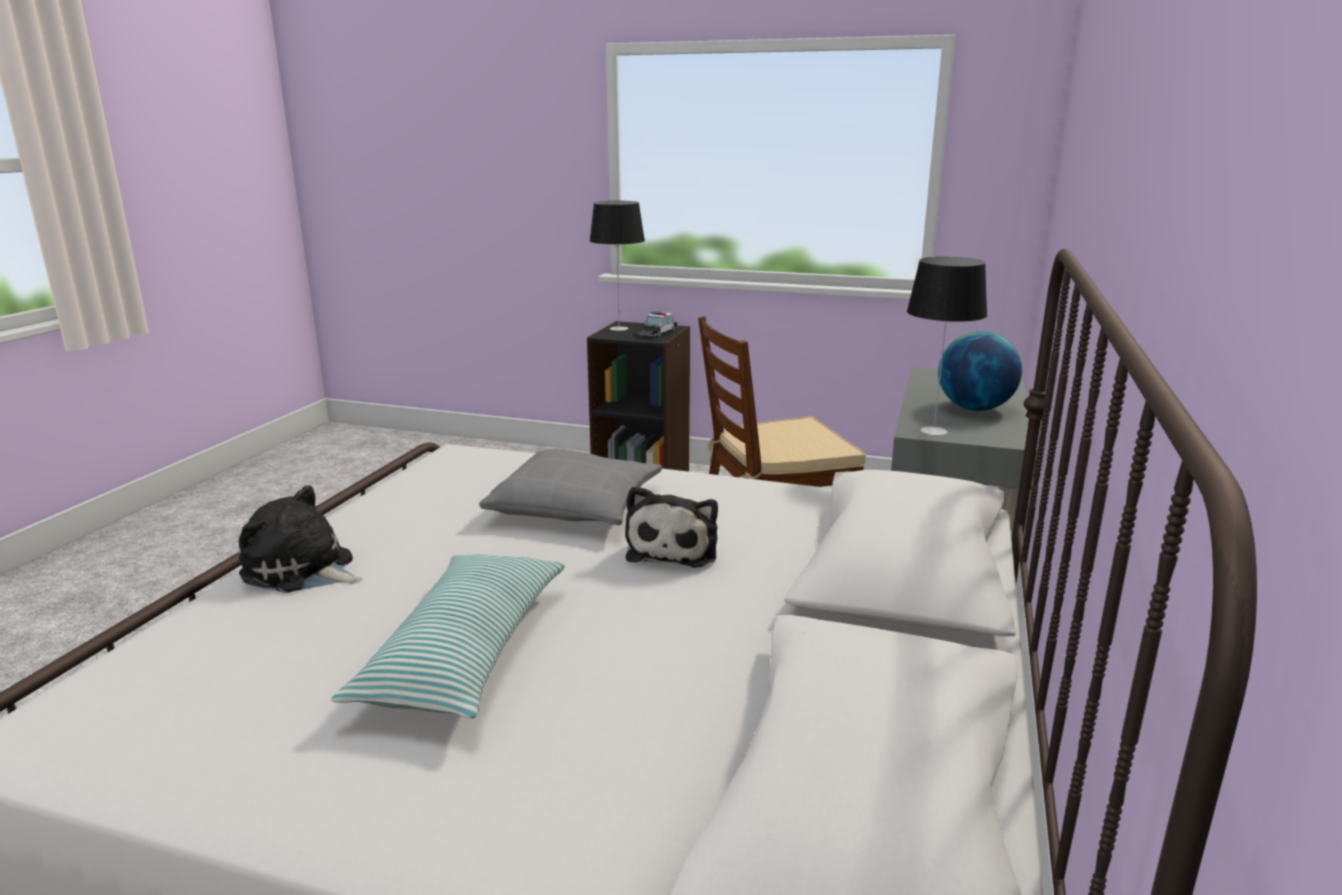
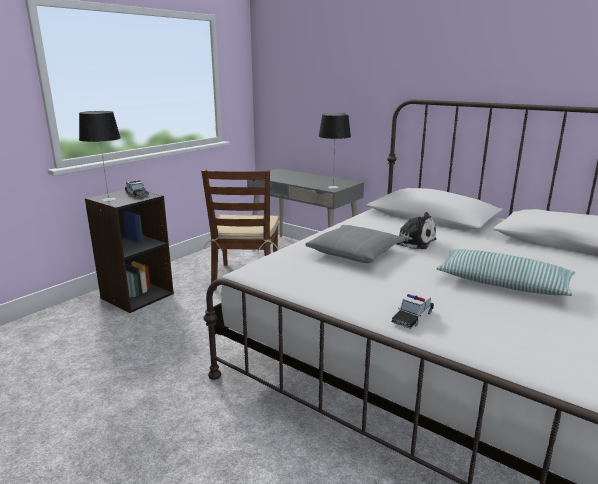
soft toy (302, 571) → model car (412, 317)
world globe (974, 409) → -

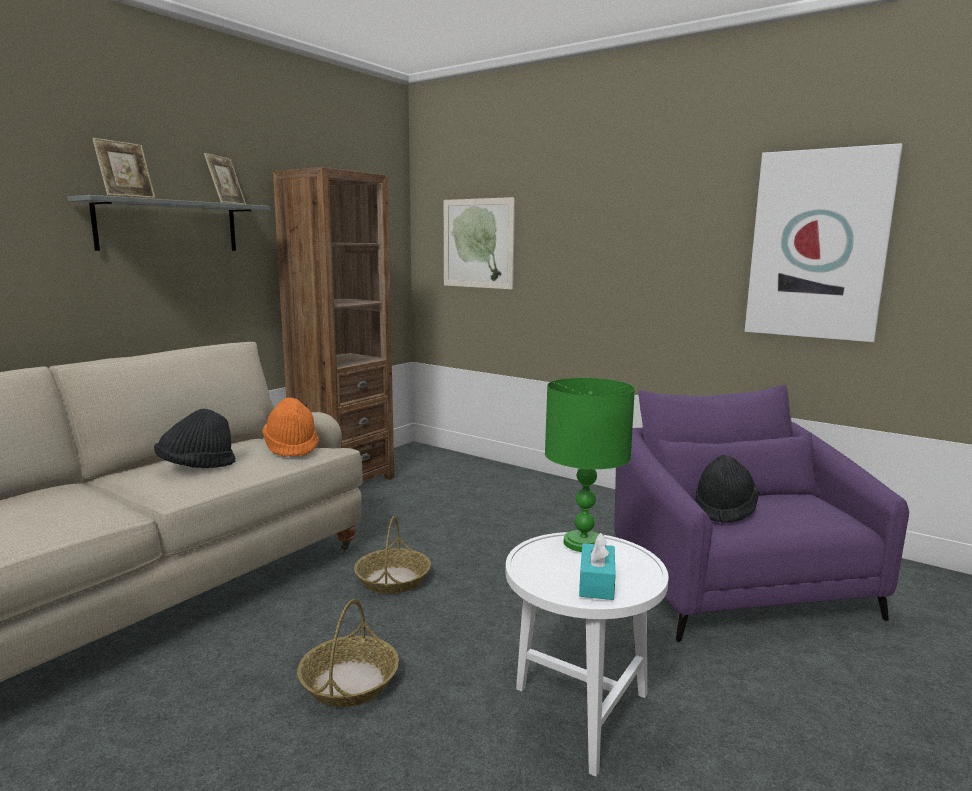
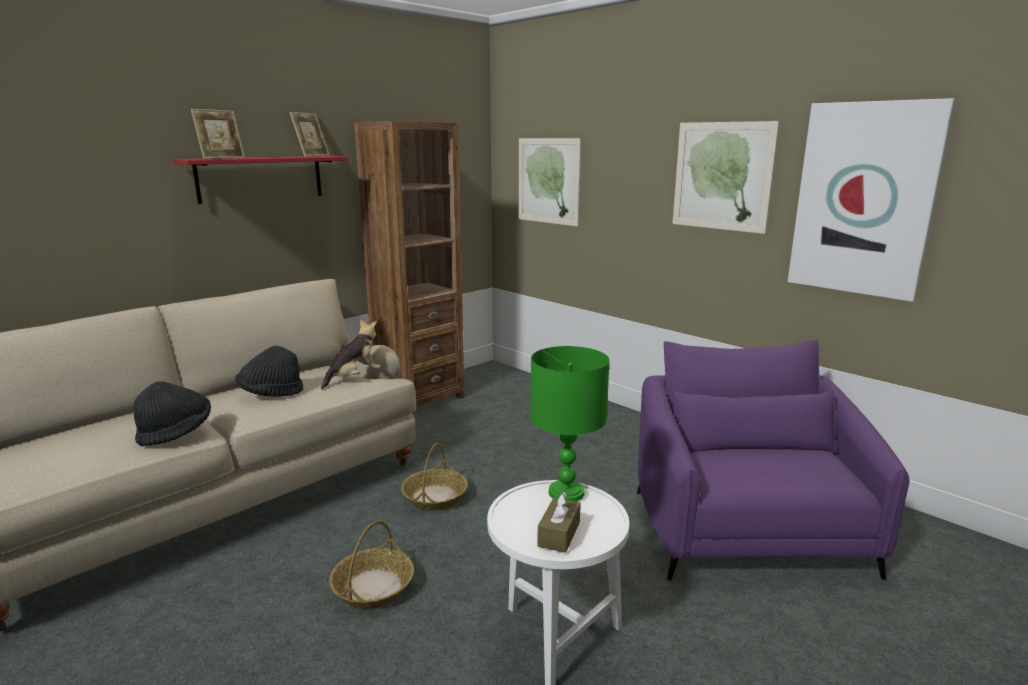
black-coloured hat (724, 510) → black-coloured hat (176, 433), relocated
gray wall shelf (168, 226) → red wall shelf (261, 178)
orange hat (292, 448) → soft toy (354, 378)
turquoise box of tissues (596, 582) → brown box of tissues (559, 534)
- → wall art (722, 176)

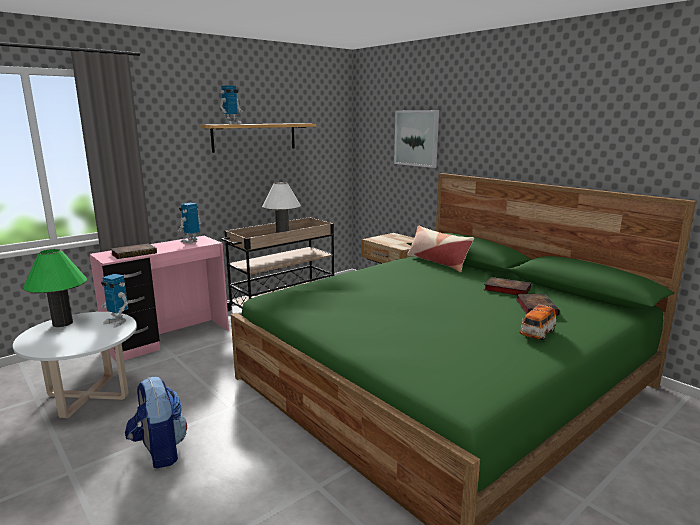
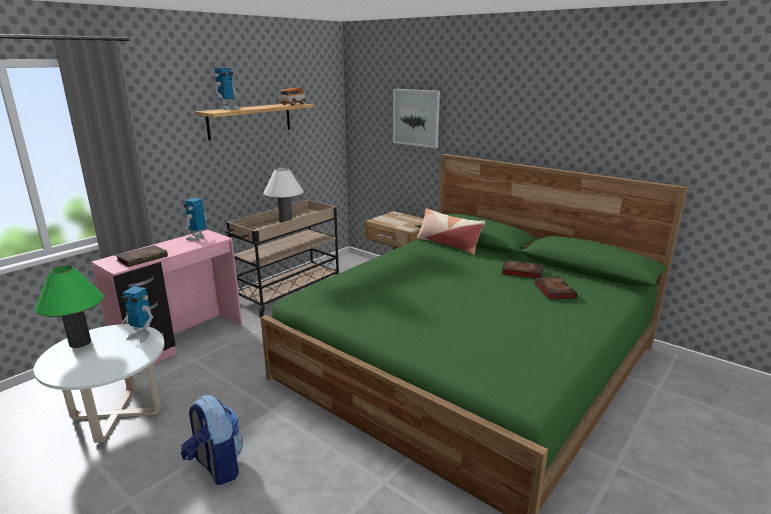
model car (537, 334) → model car (292, 104), relocated

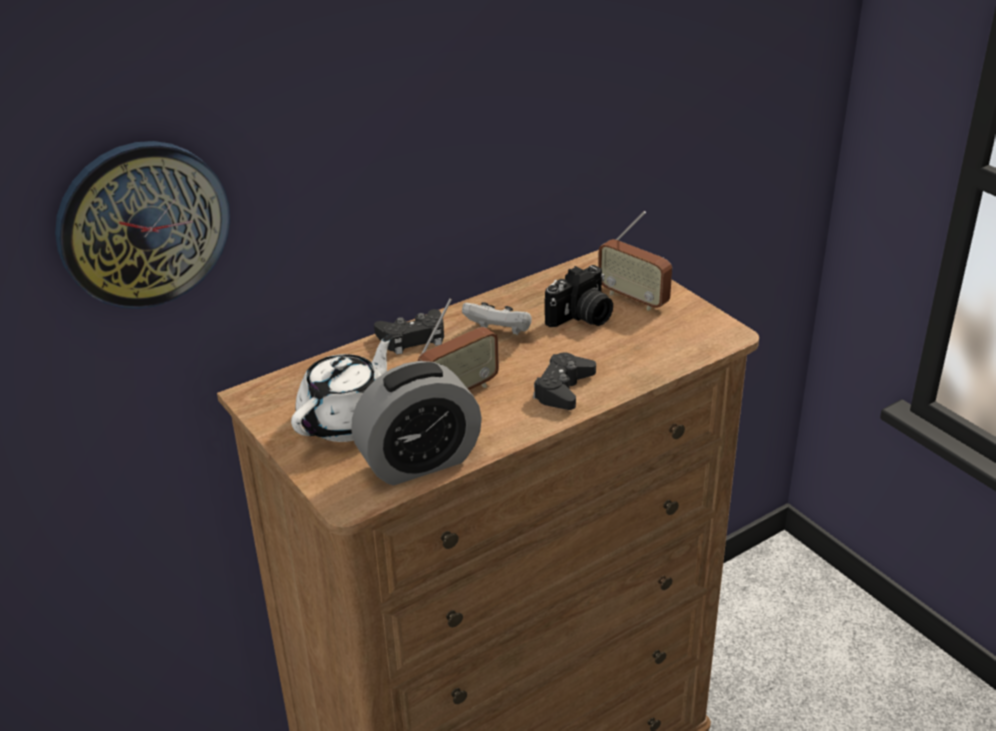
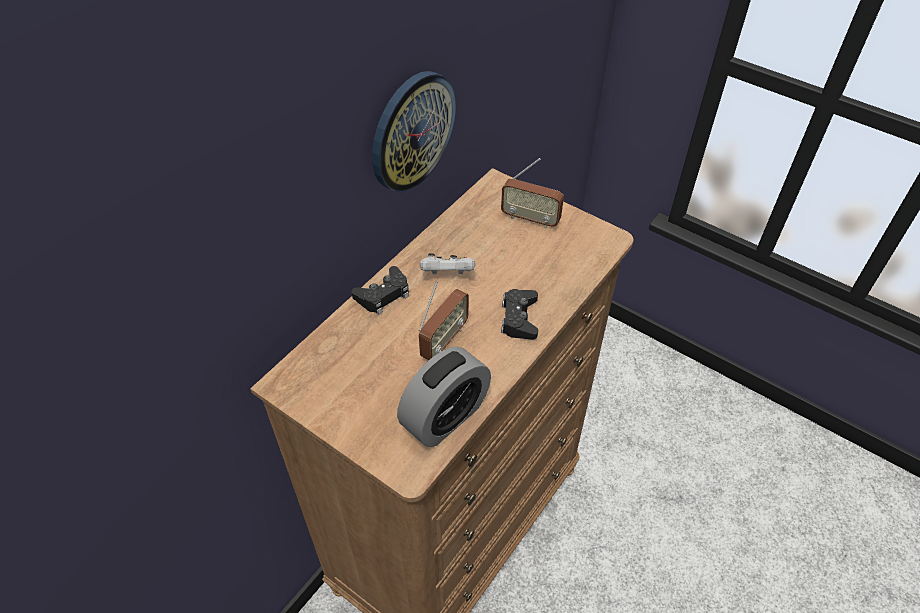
hanging clock (143, 224) → hanging clock (412, 131), relocated
white pot for tea (348, 420) → -
photo camera (582, 318) → -

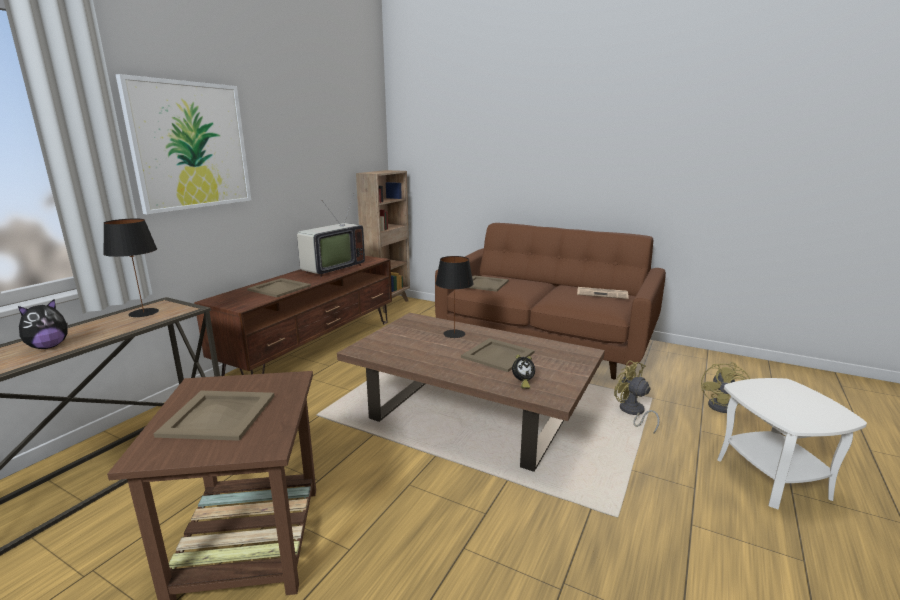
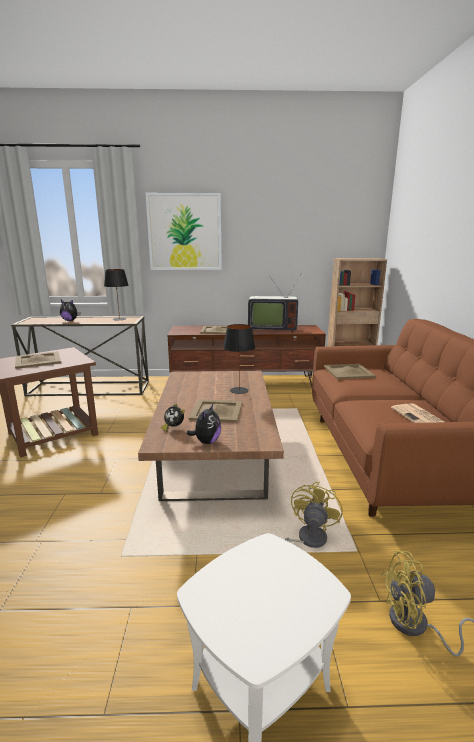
- → soft toy (206, 441)

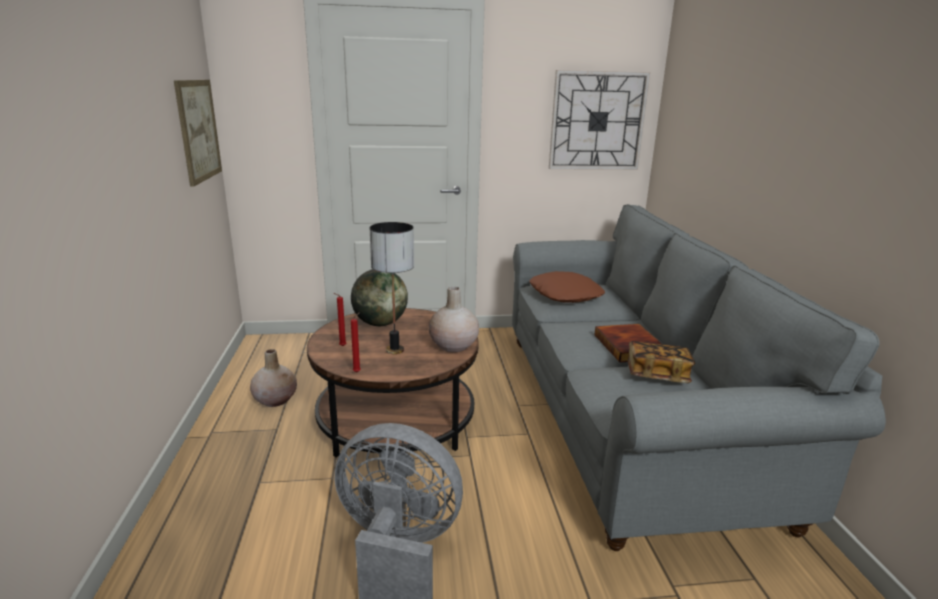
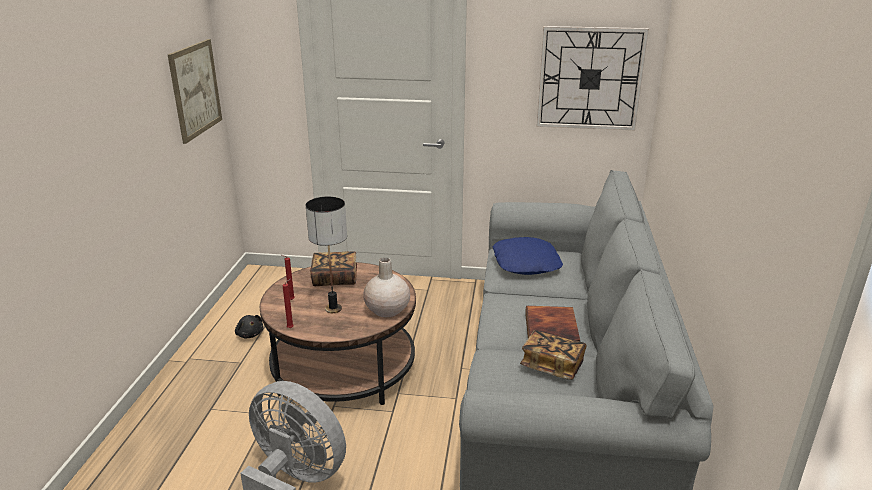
beige-coloured vase (275, 400) → black-coloured soft toy (249, 334)
world globe (380, 323) → bound book (335, 279)
brown throw pillow (565, 294) → blue throw pillow (526, 263)

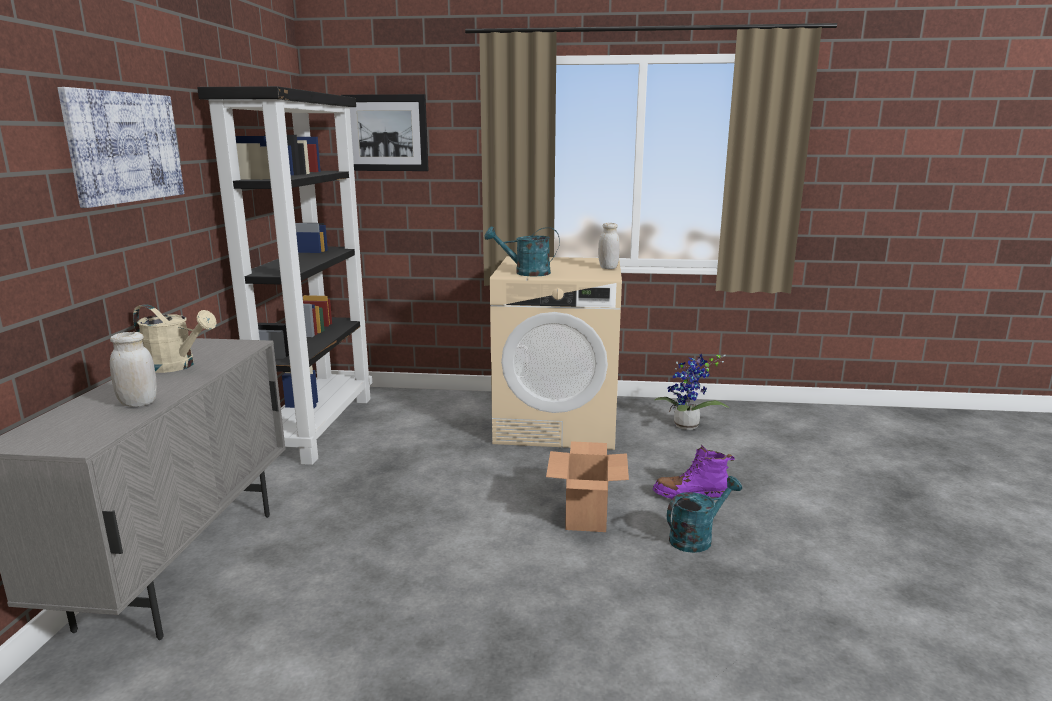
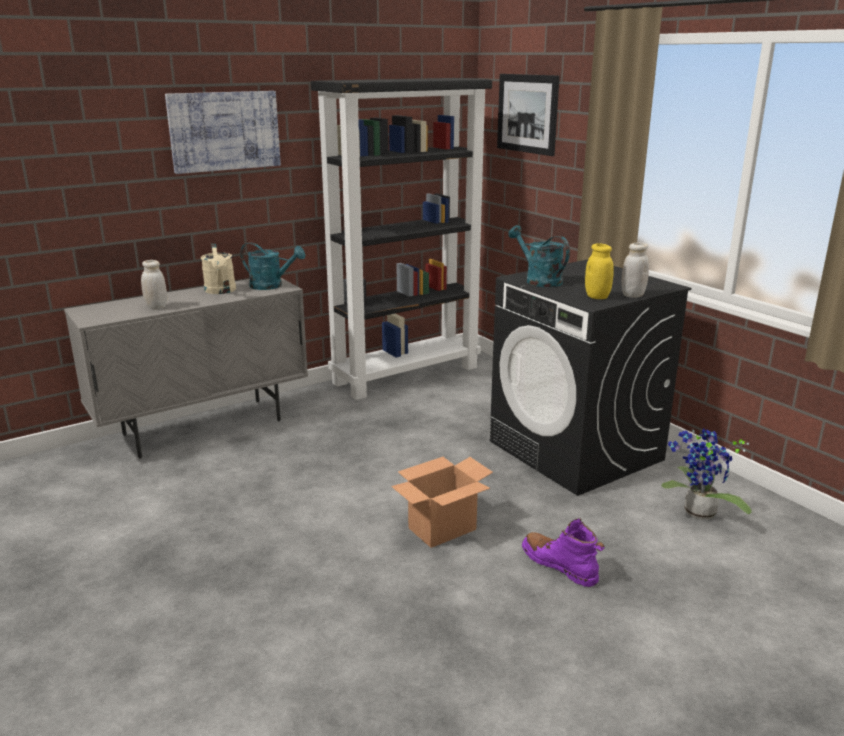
turquoise watering pot (696, 538) → turquoise watering pot (272, 286), relocated
beige-coloured washing machine (557, 424) → black-coloured washing machine (576, 451)
- → yellow jar (597, 297)

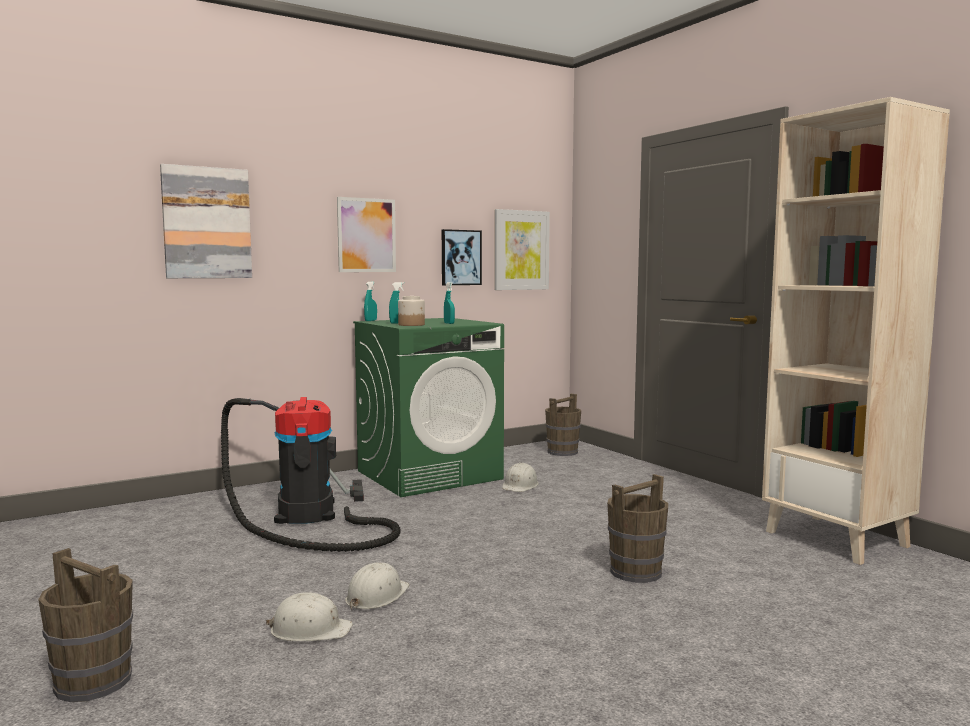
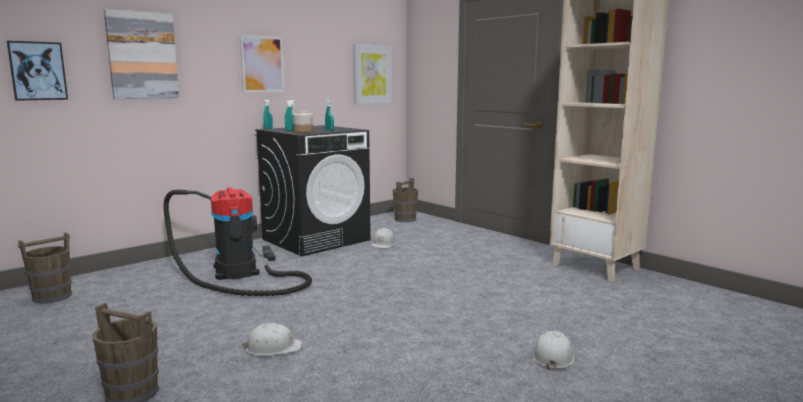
wall art (460, 257) → wall art (37, 71), relocated
brown bucket (635, 572) → brown bucket (52, 297), relocated
green-coloured washing machine (429, 475) → black-coloured washing machine (316, 239)
white work helmet (376, 596) → white work helmet (553, 356), relocated

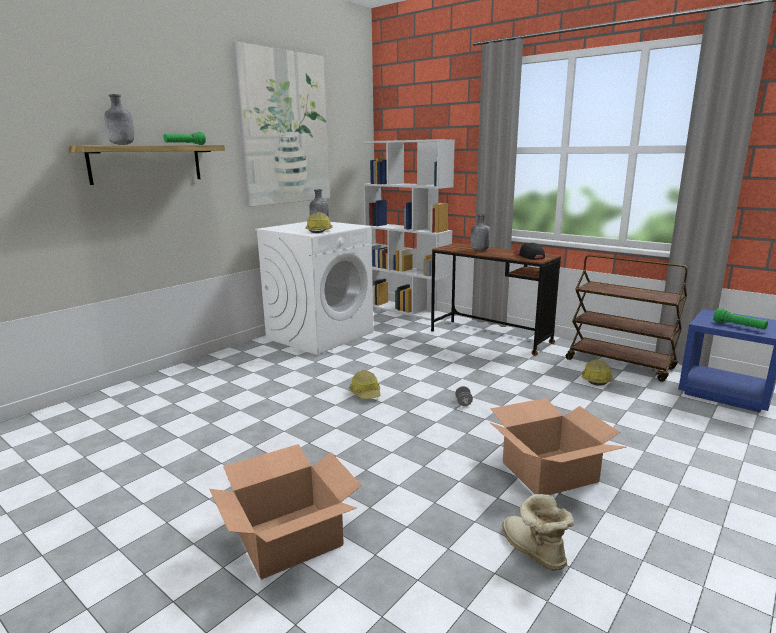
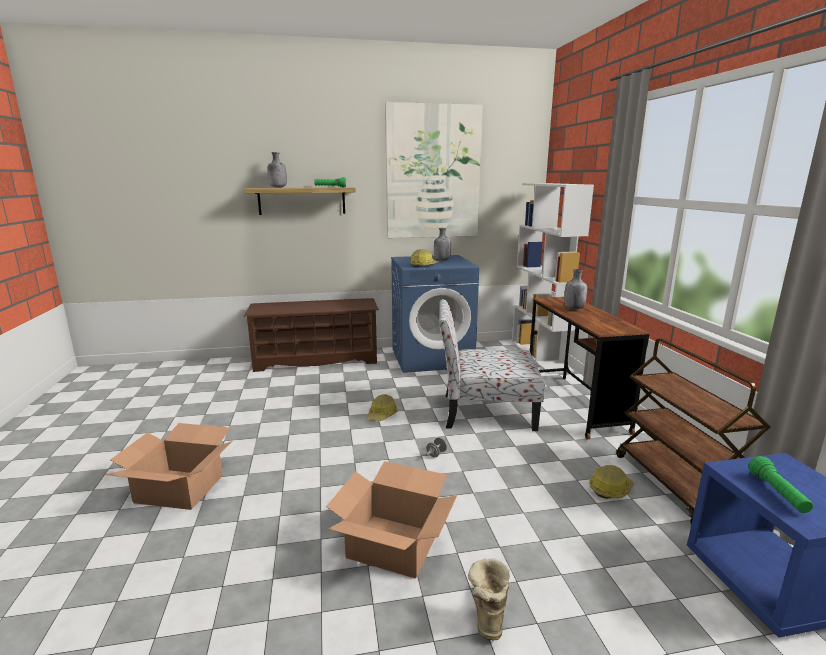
- → brown shoe stand (316, 360)
white washing machine (320, 335) → blue washing machine (432, 357)
- → upright chair (485, 412)
boot (532, 551) → boot (488, 612), relocated
baseball cap (528, 256) → -

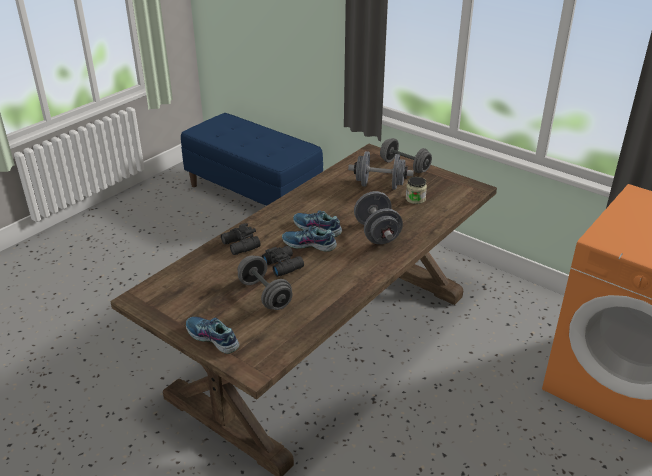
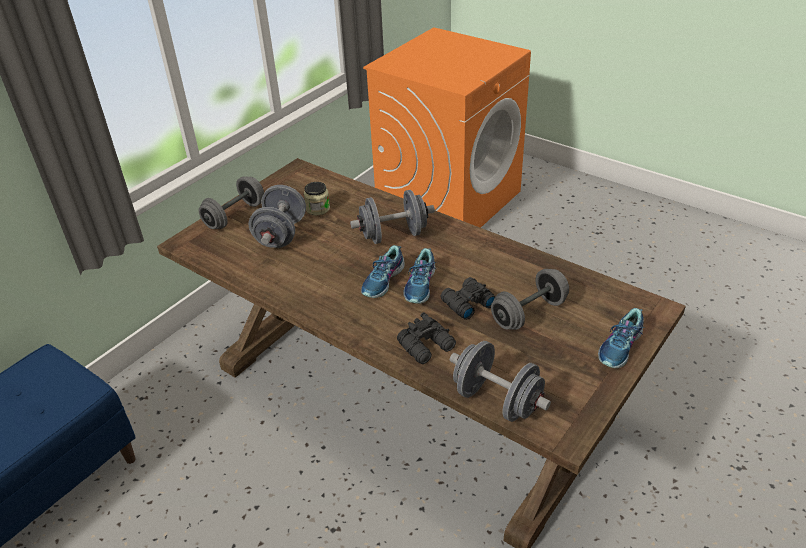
- → gray free weight (497, 400)

